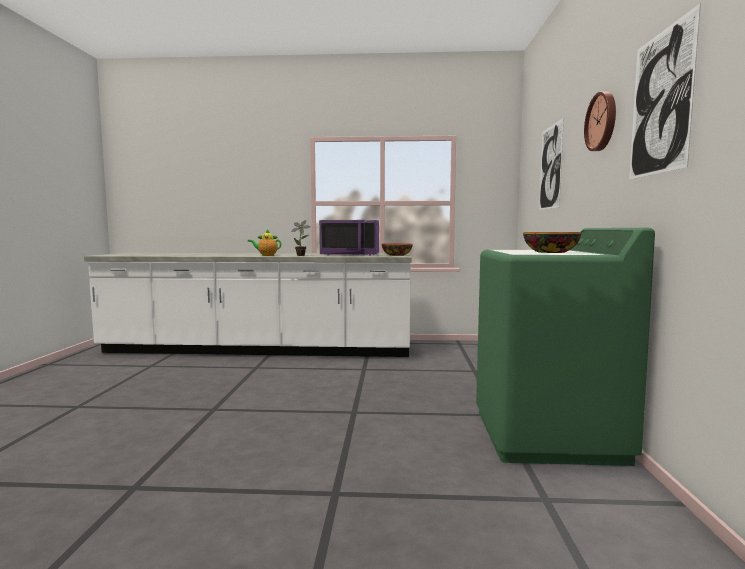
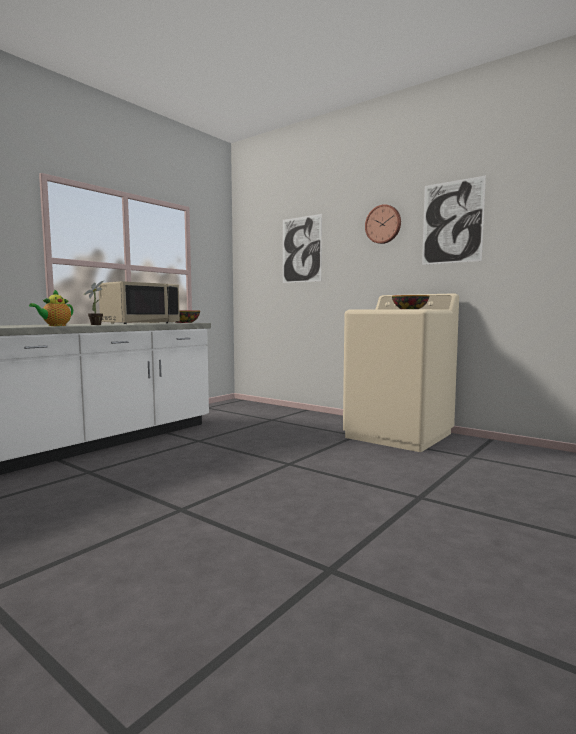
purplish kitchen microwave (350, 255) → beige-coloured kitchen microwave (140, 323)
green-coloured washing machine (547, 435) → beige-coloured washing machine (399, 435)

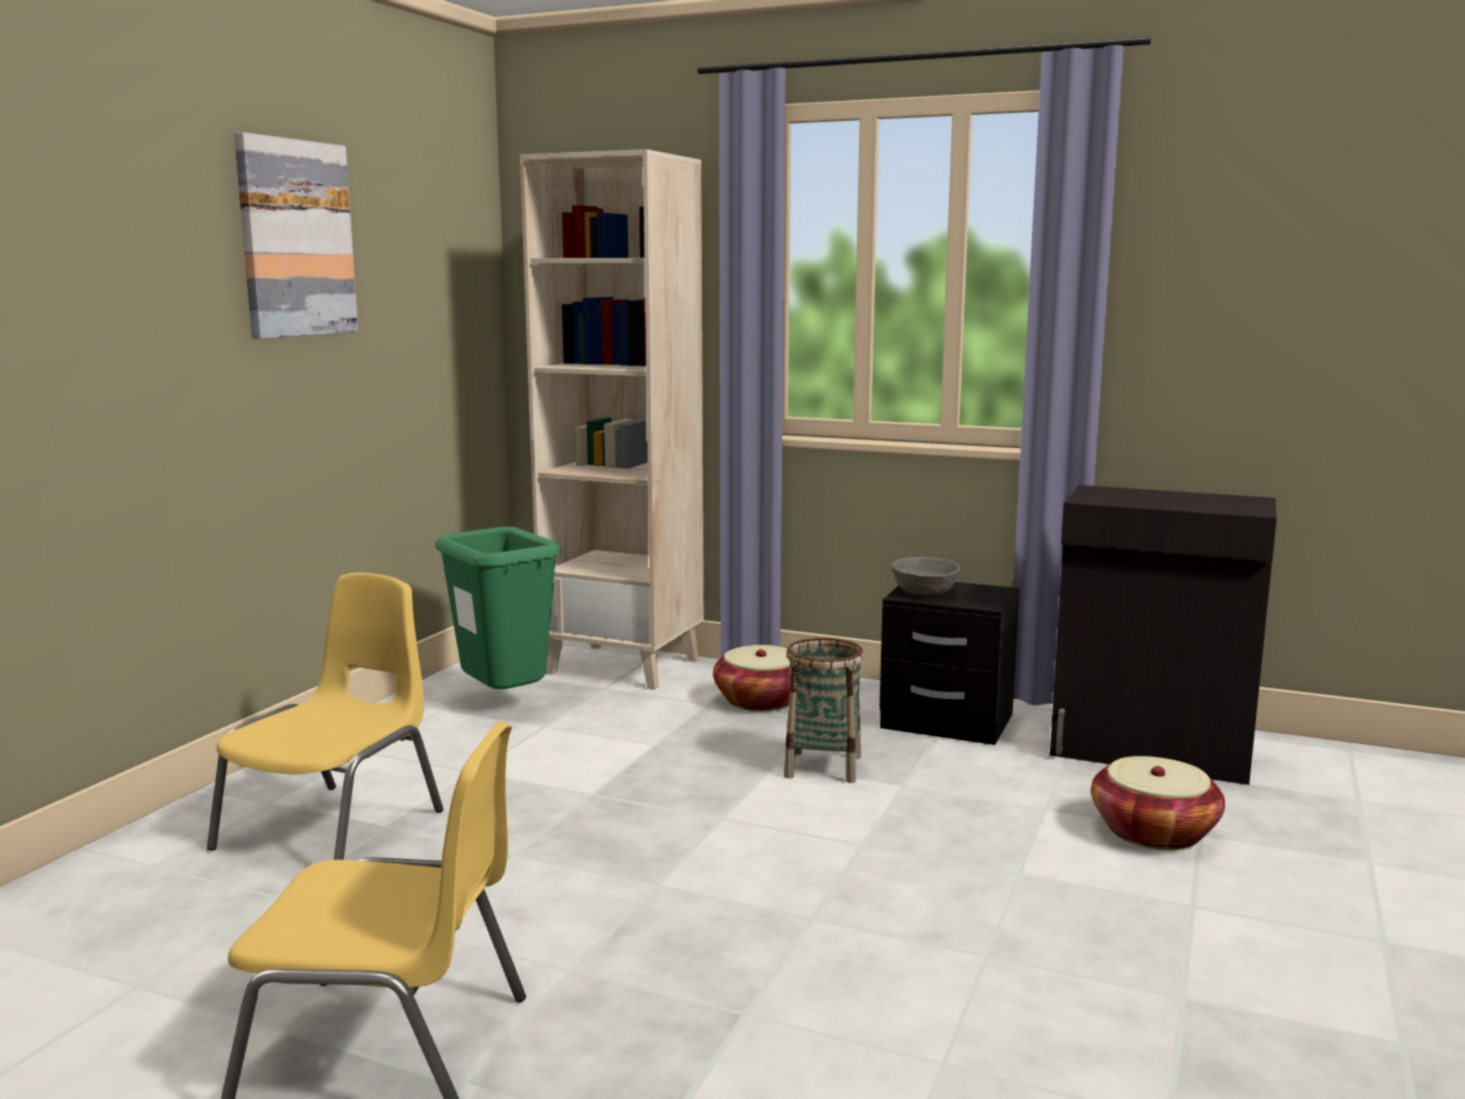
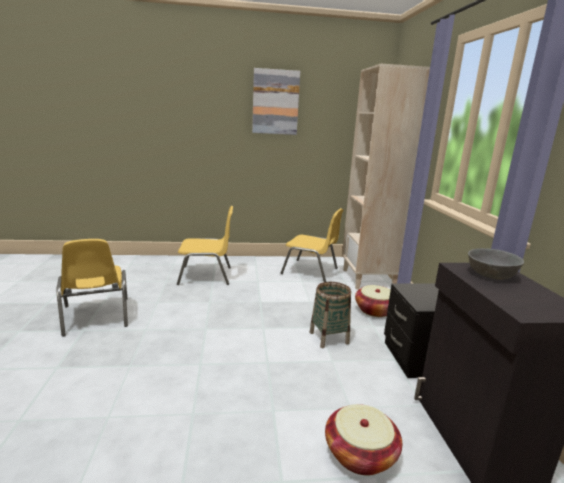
green-coloured rubbish bin (505, 704) → yellow upright chair (310, 271)
gray deep dish (925, 592) → gray deep dish (491, 275), relocated

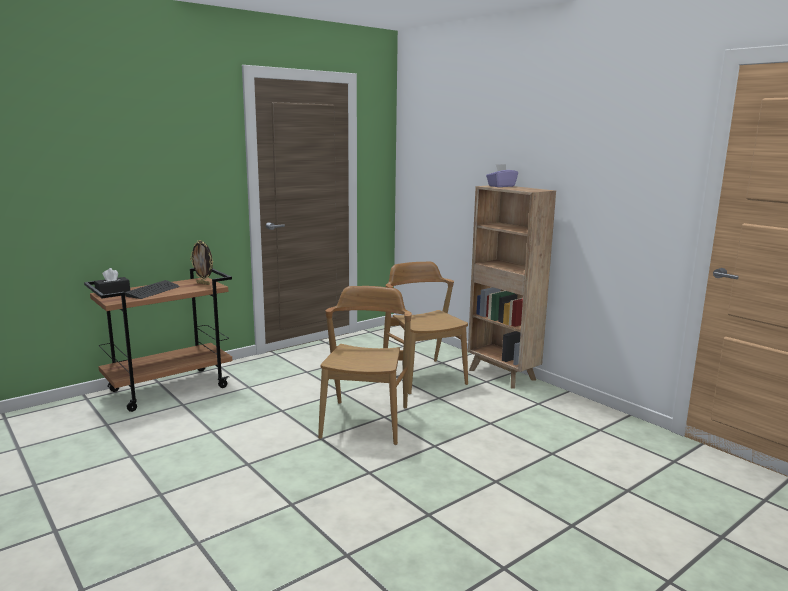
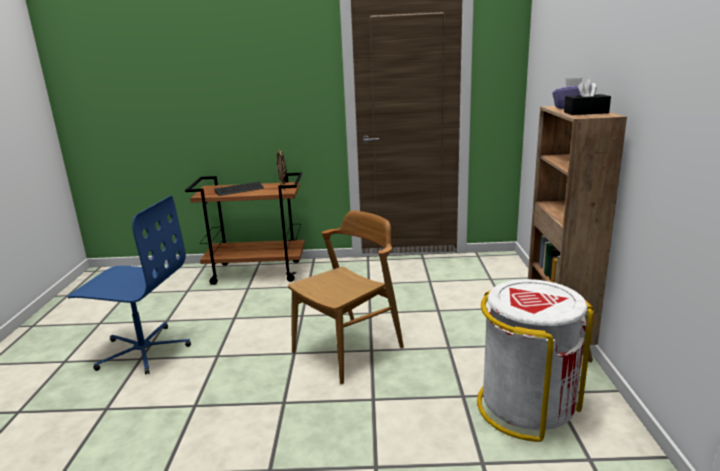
- → blue office chair (143, 350)
- → white rubbish bin (526, 407)
black-coloured box of tissues (113, 292) → black-coloured box of tissues (586, 112), relocated
brown upright chair (423, 376) → -

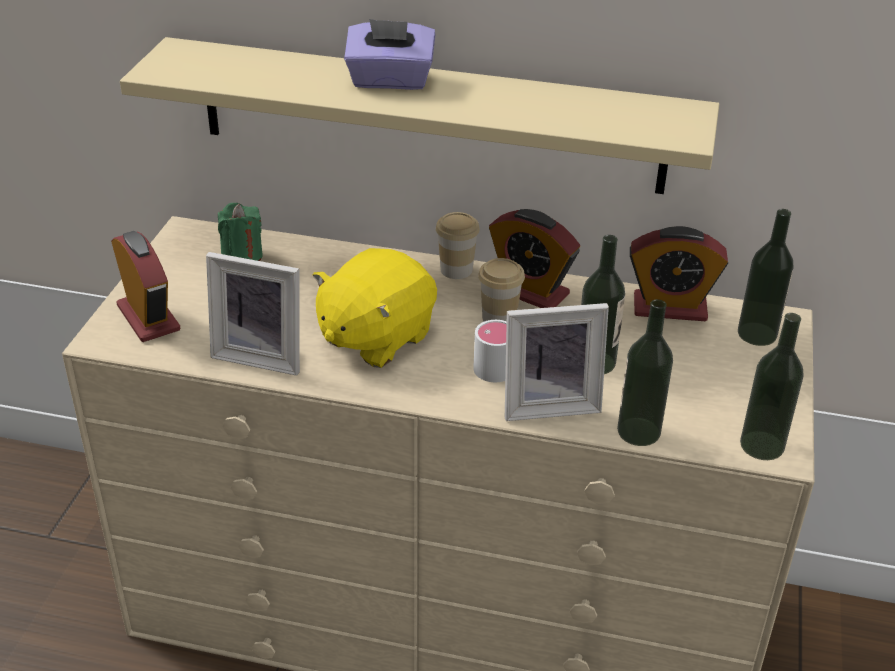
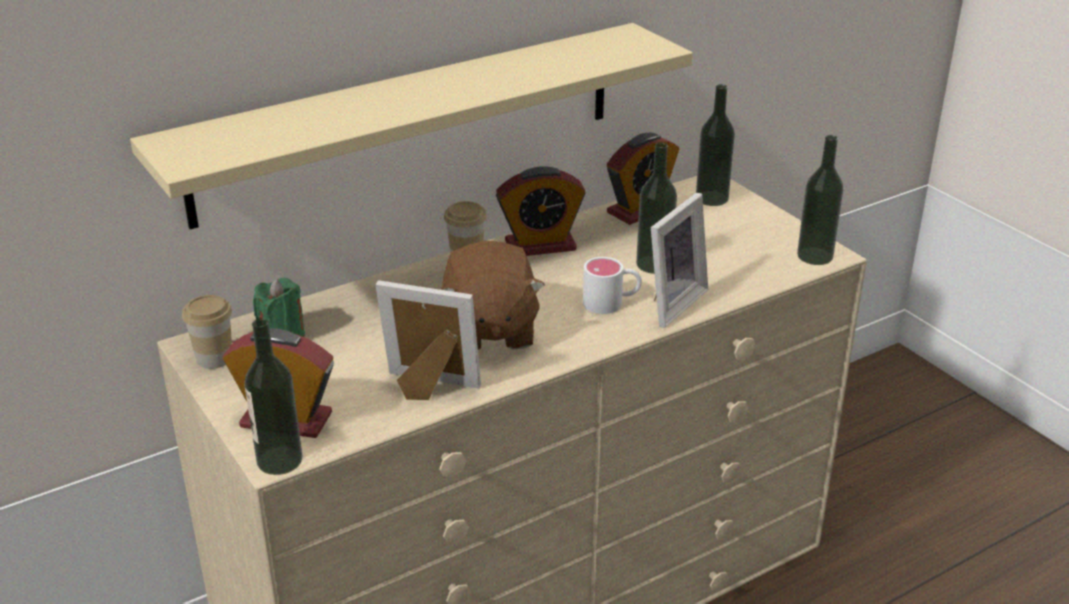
small cup (499, 318) → small cup (214, 358), relocated
beverage bottle (638, 431) → beverage bottle (279, 460), relocated
photo frame (261, 355) → photo frame (429, 389), 135 degrees counterclockwise
yellow soft toy (375, 337) → brown soft toy (489, 330)
purplish box of tissues (390, 81) → -

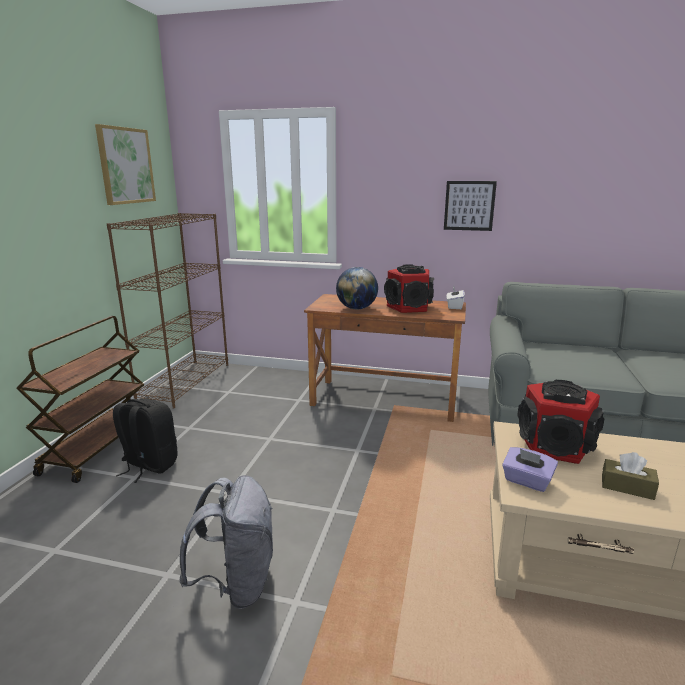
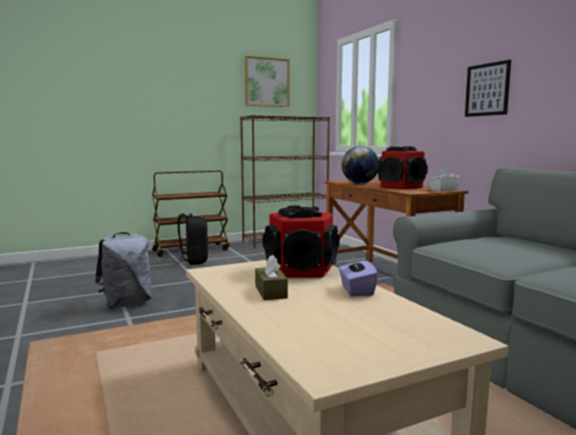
purplish box of tissues (527, 481) → purplish box of tissues (356, 290), relocated

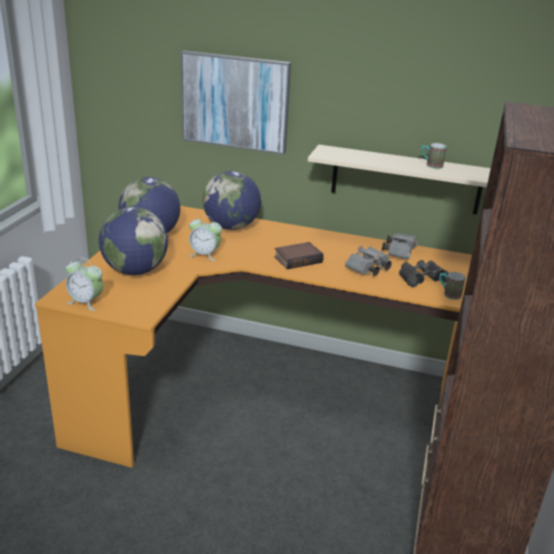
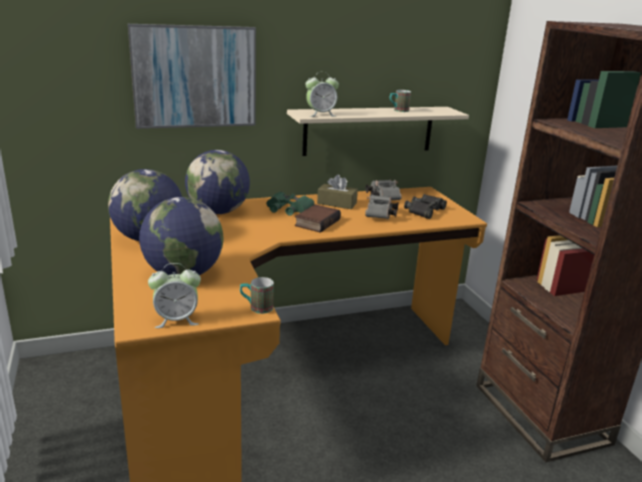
mug (448, 294) → mug (256, 308), relocated
- → green-coloured pair of binoculars (288, 209)
alarm clock (205, 255) → alarm clock (321, 114), relocated
- → brown box of tissues (337, 203)

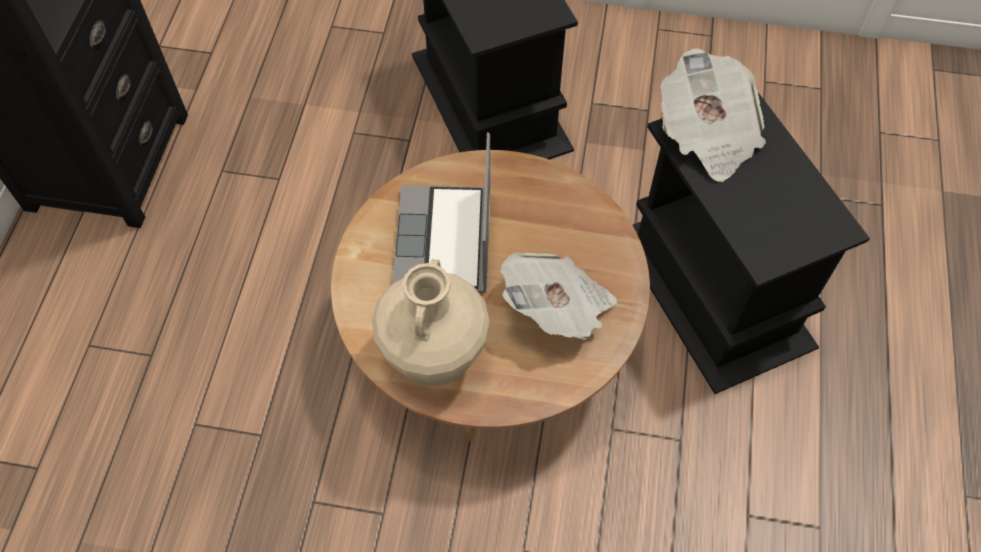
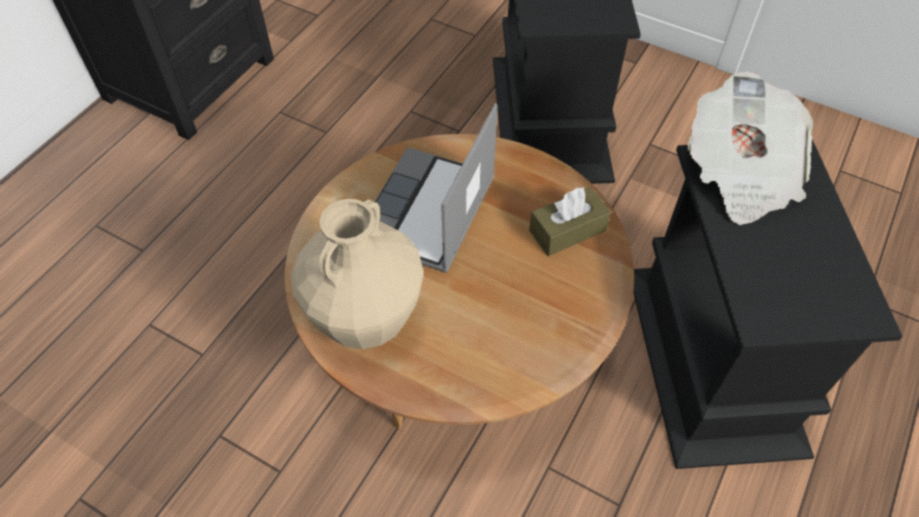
- → brown box of tissues (567, 230)
daily paper (558, 308) → -

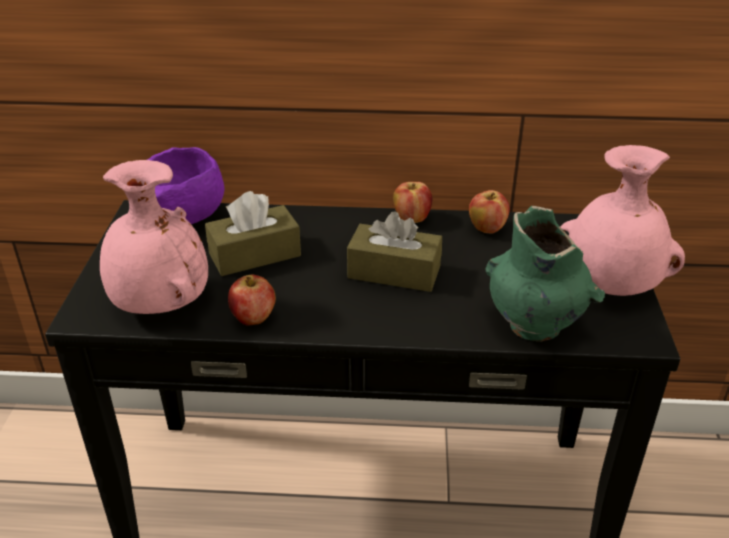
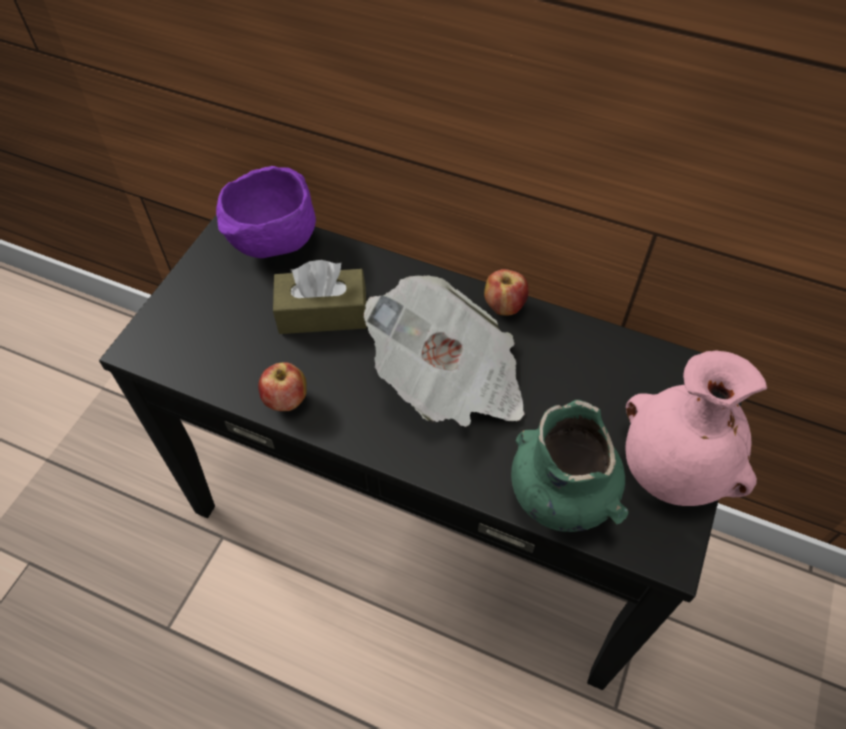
brown box of tissues (394, 272) → daily paper (450, 379)
pink-coloured vase (159, 304) → -
apple (487, 228) → -

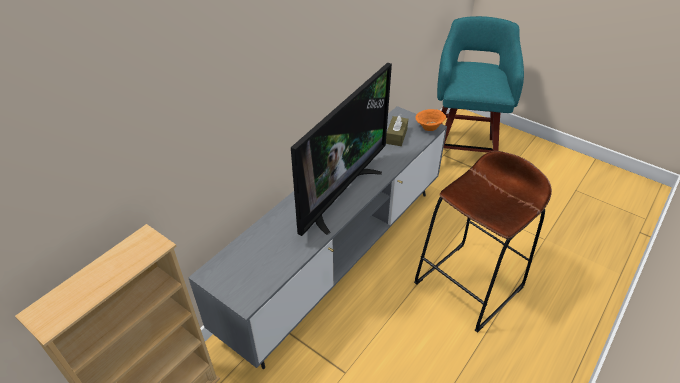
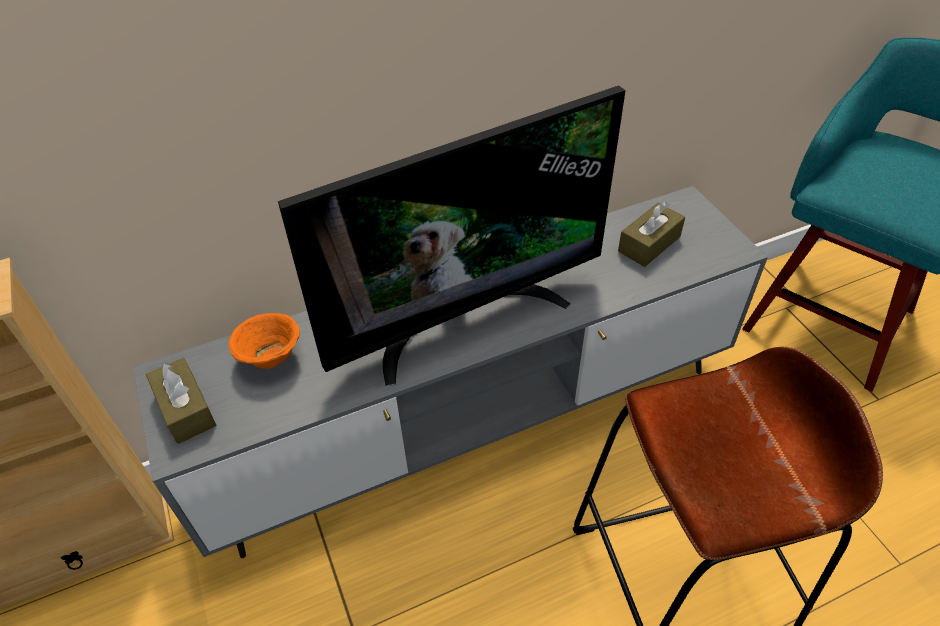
- → brown box of tissues (185, 409)
orange deep dish (429, 128) → orange deep dish (271, 358), relocated

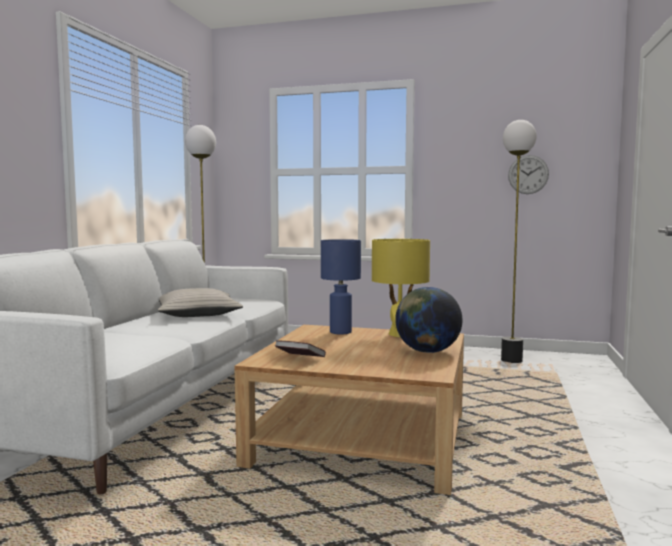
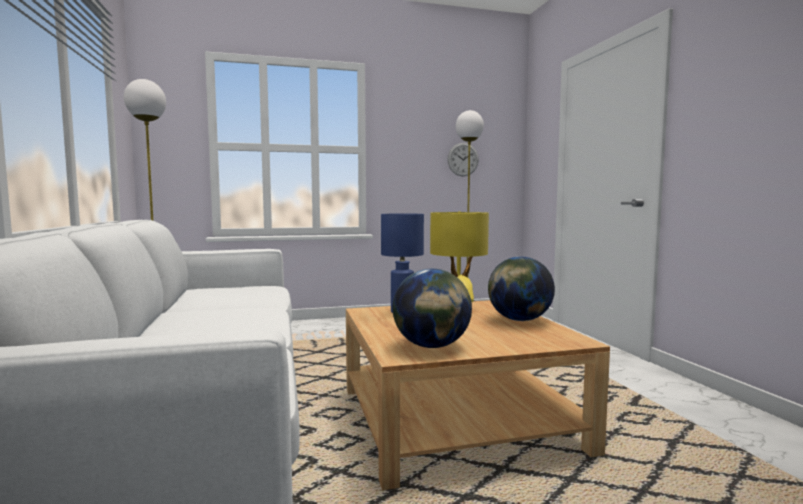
bound book (300, 359) → world globe (432, 346)
beige-coloured throw pillow (197, 314) → -

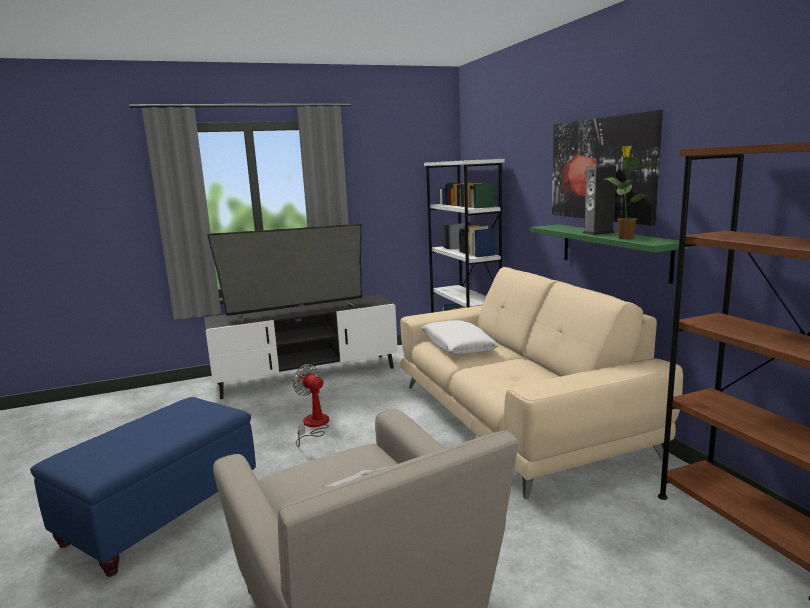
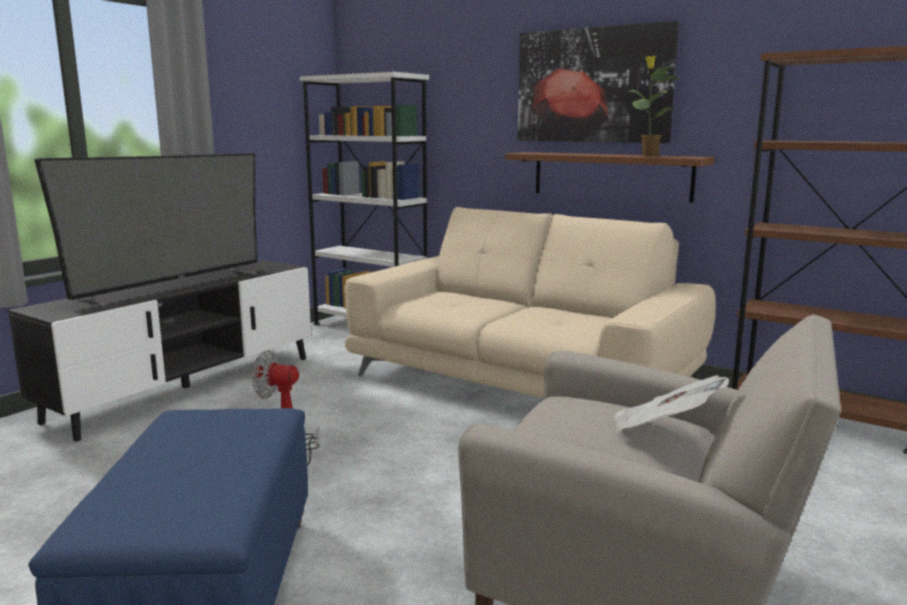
green-coloured wall shelf (613, 251) → brown wall shelf (611, 176)
white throw pillow (457, 346) → -
loudspeaker (598, 233) → -

